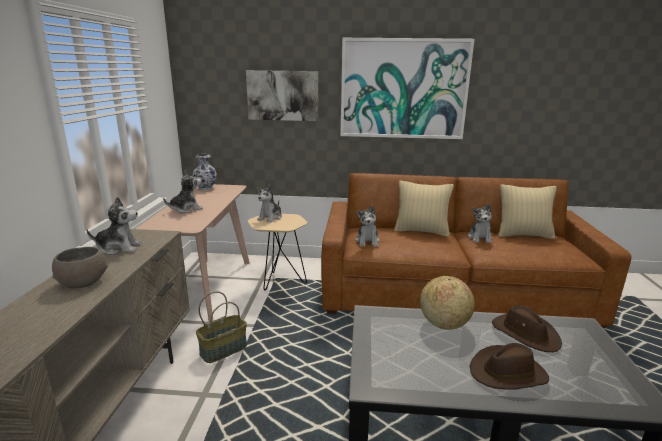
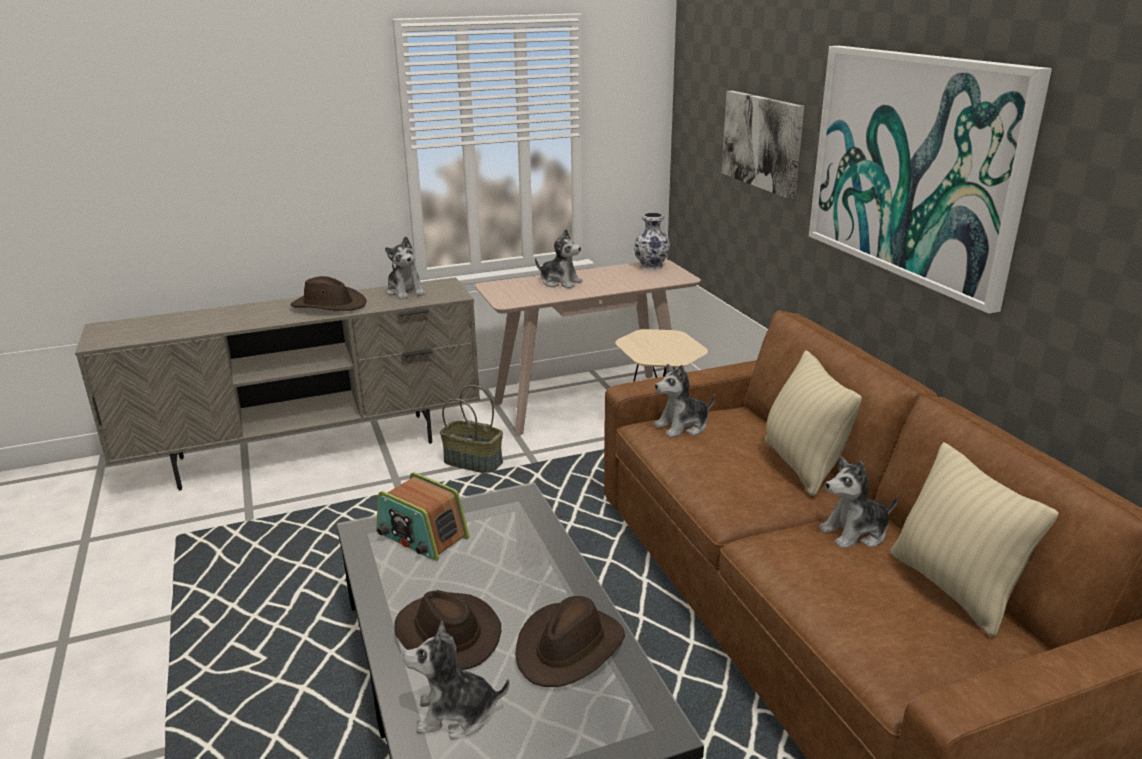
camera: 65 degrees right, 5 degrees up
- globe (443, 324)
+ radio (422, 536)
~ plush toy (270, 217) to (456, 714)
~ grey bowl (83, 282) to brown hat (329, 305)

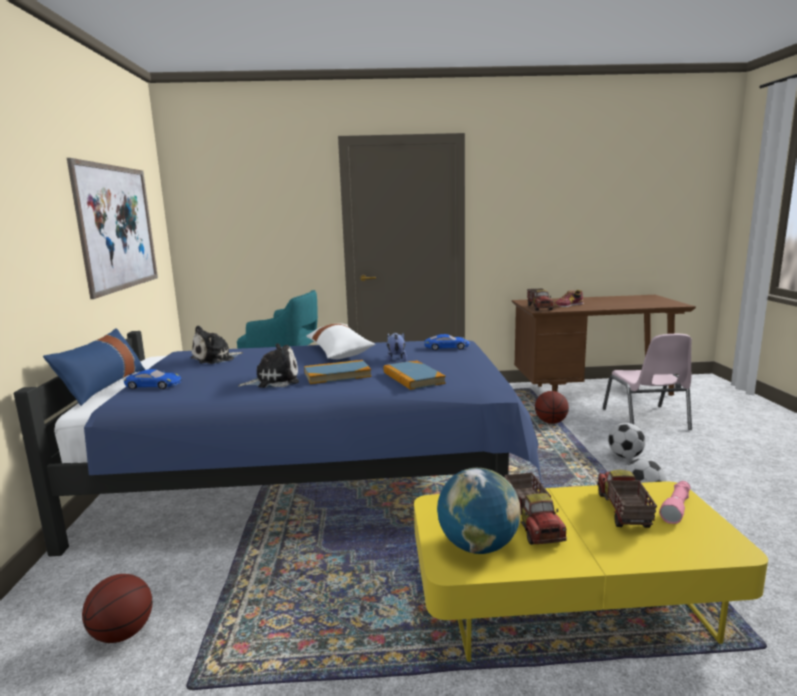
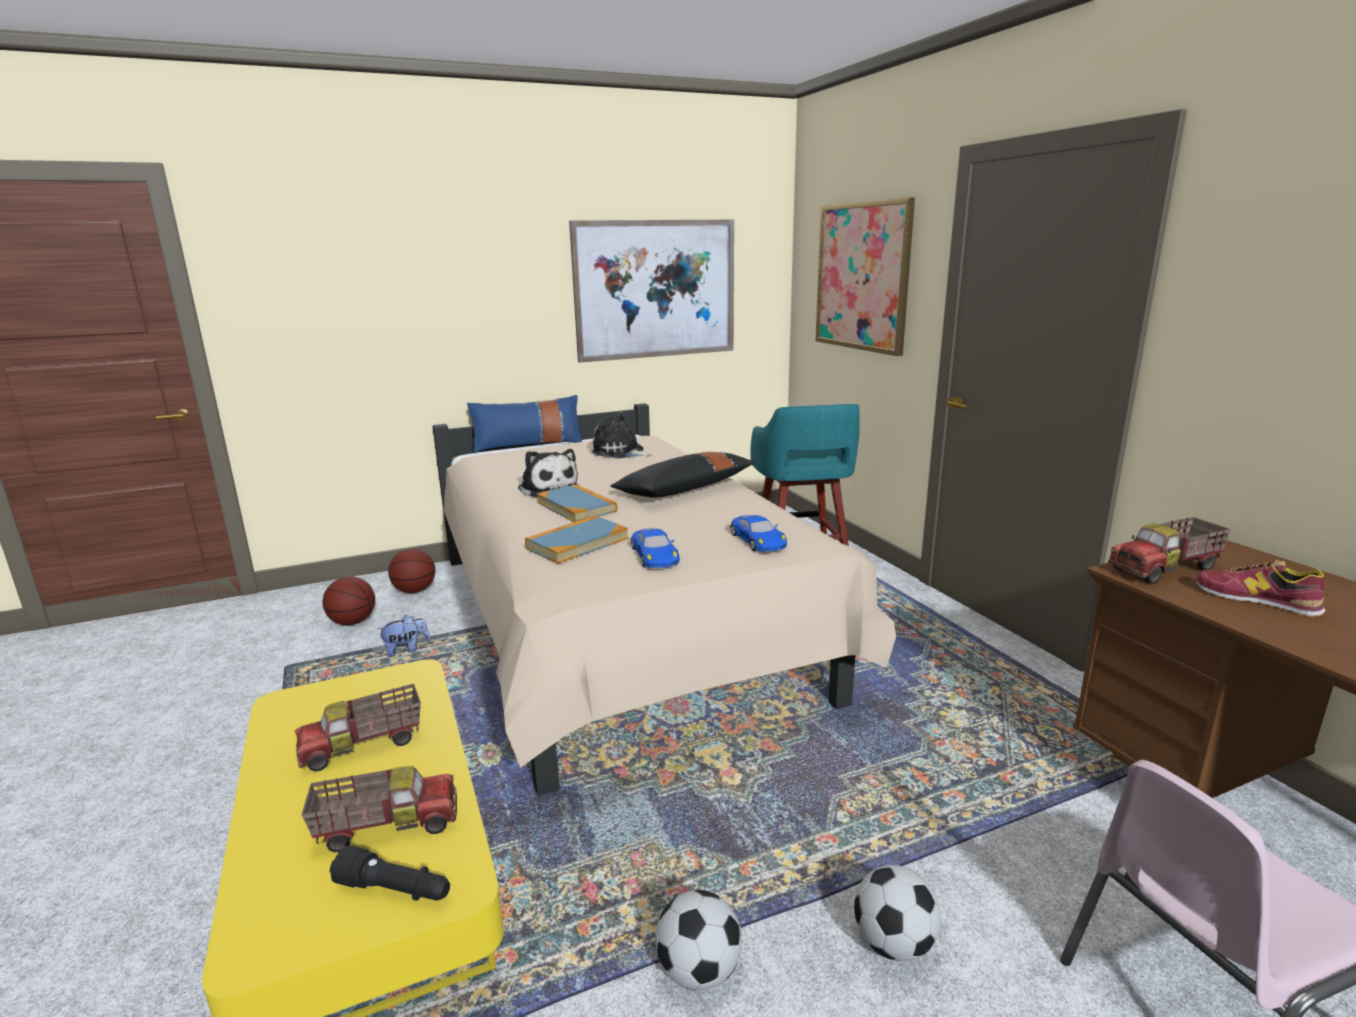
camera: 70 degrees right, 5 degrees up
- globe (478, 546)
+ picture (862, 277)
~ blue toy car (153, 385) to (654, 555)
~ plush toy (396, 360) to (406, 650)
~ basketball (551, 422) to (415, 591)
~ blue bed (313, 480) to beige bed (617, 628)
~ white pillow (338, 351) to black pillow (685, 489)
~ pink flashlight (676, 508) to black flashlight (395, 890)

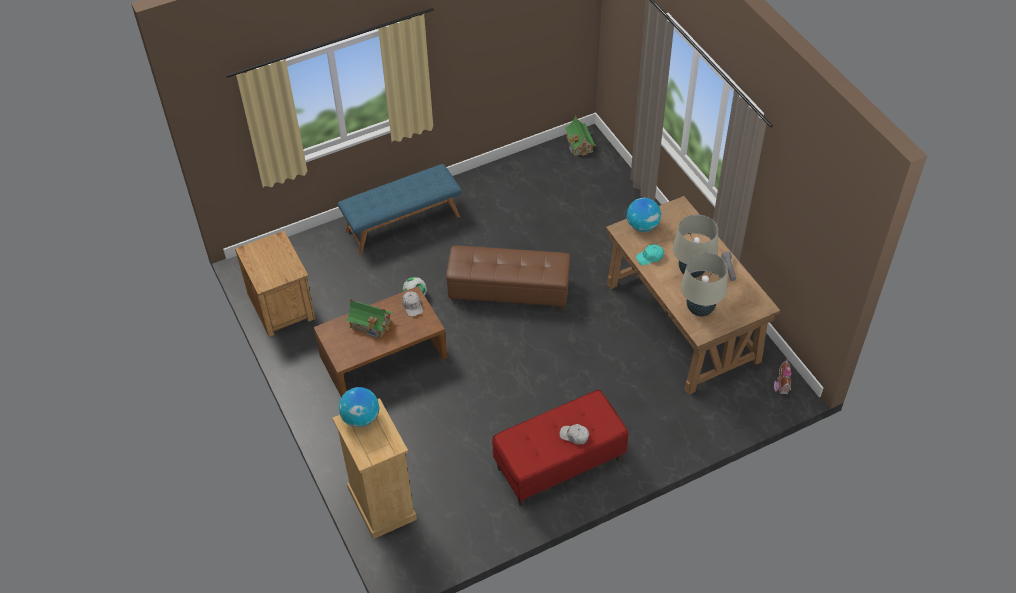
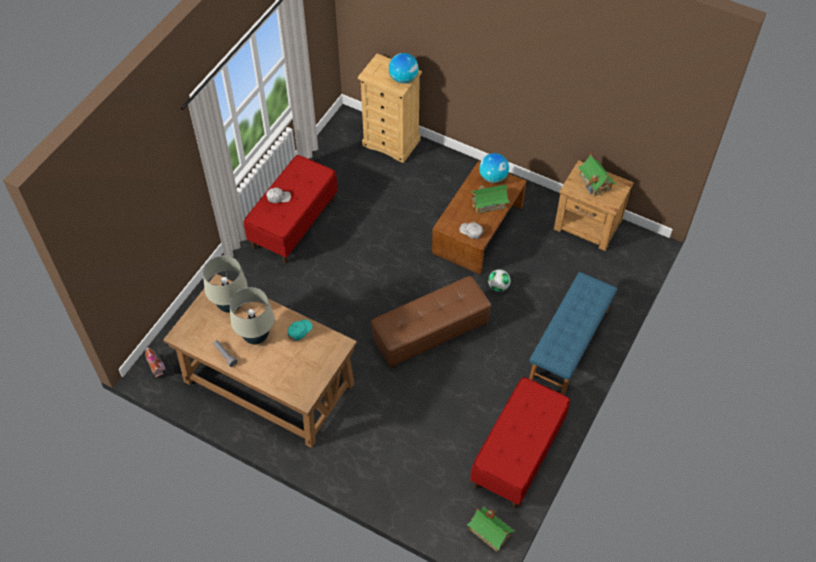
camera: 145 degrees right, 5 degrees up
+ red bench (518, 454)
+ toy house (595, 182)
~ globe (642, 226) to (493, 177)

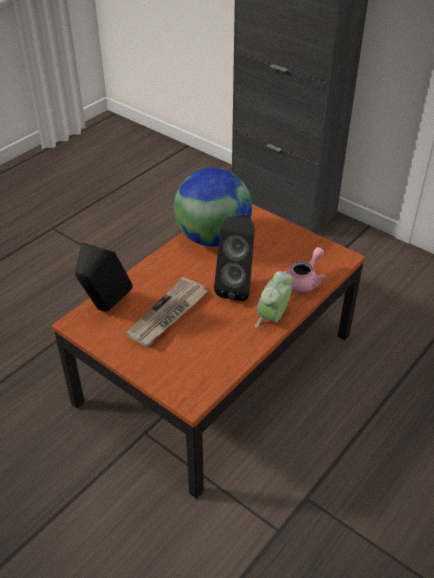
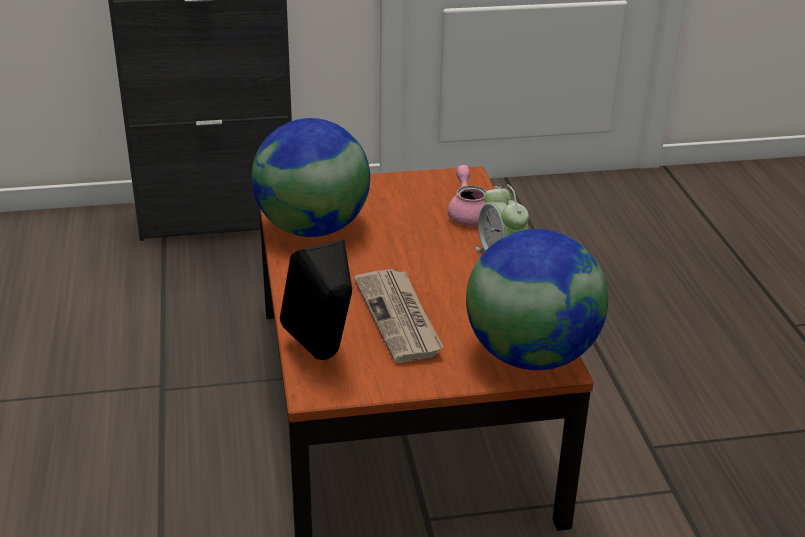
camera: 50 degrees left, 10 degrees down
- black speaker (236, 286)
+ globe (531, 356)

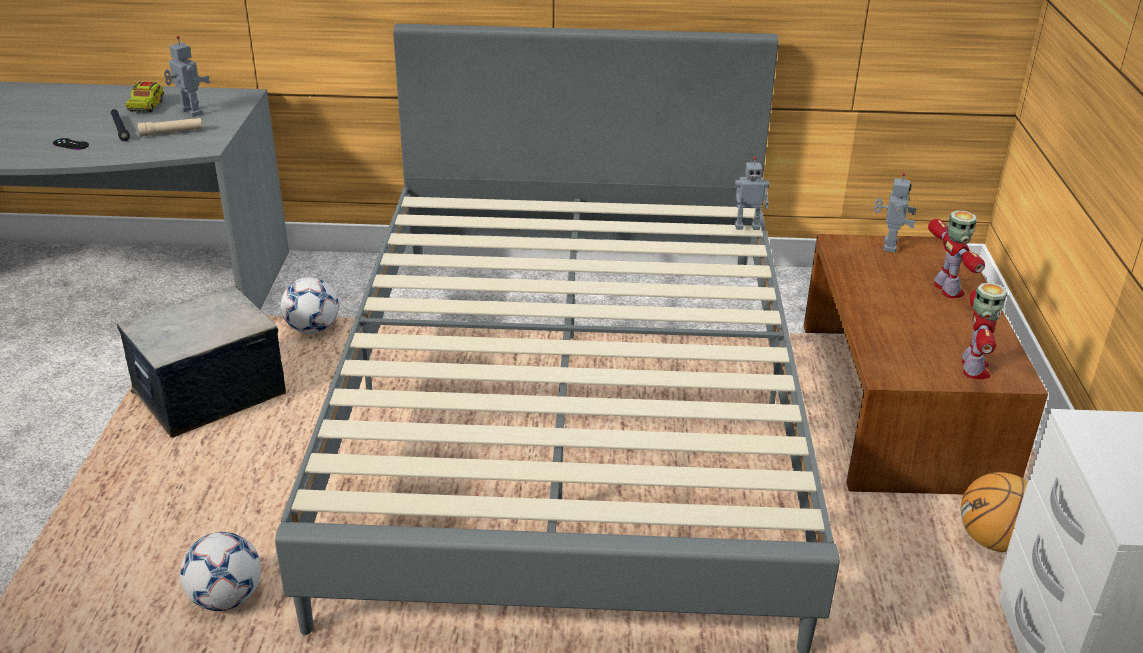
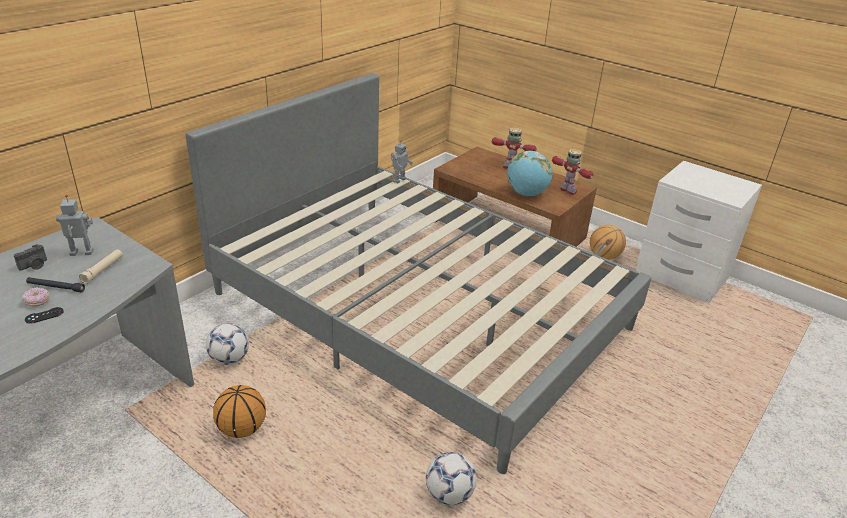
camera: 55 degrees left, 0 degrees up
- toy robot (888, 246)
+ donut (37, 301)
+ globe (526, 194)
~ storage box (209, 393) to basketball (241, 429)
~ toy truck (146, 106) to photo camera (34, 266)

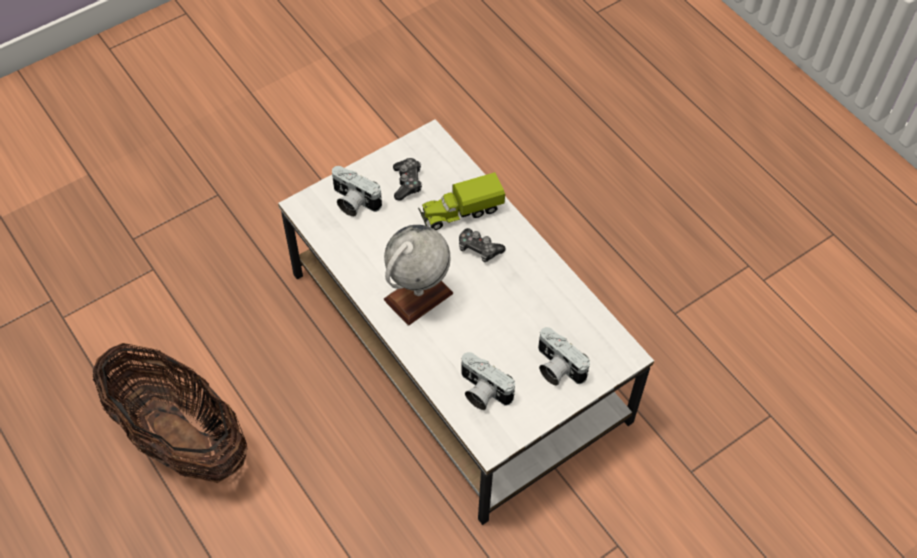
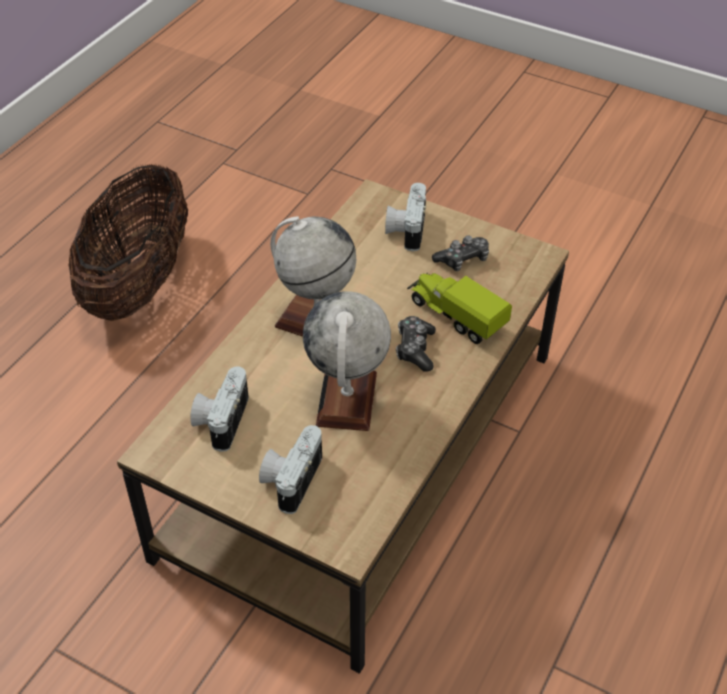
camera: 65 degrees right, 10 degrees down
+ globe (347, 399)
~ white coffee table (459, 347) to brown coffee table (361, 455)

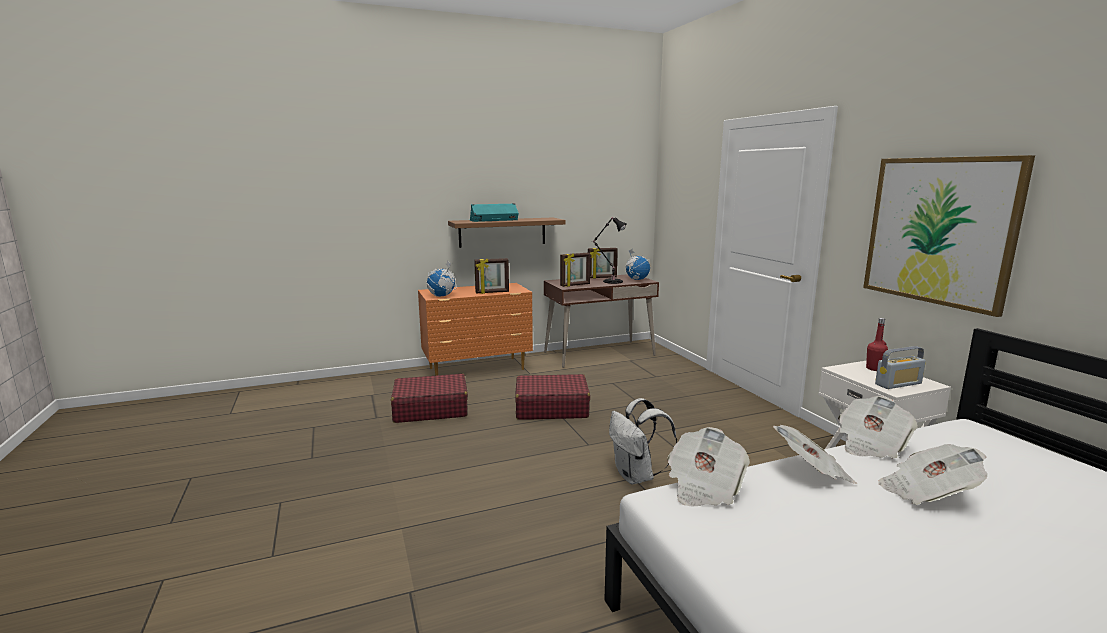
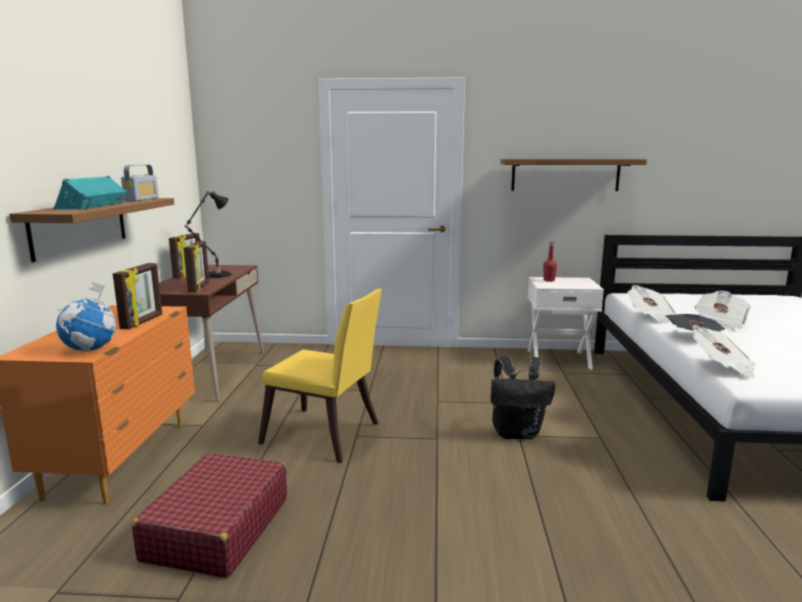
camera: 65 degrees left, 0 degrees up
- globe (636, 279)
~ radio (898, 384) to (141, 199)
~ red suitcase (551, 408) to yellow chair (326, 436)
~ picture (939, 231) to brown shelf (565, 175)
~ white backpack (636, 476) to black backpack (517, 433)

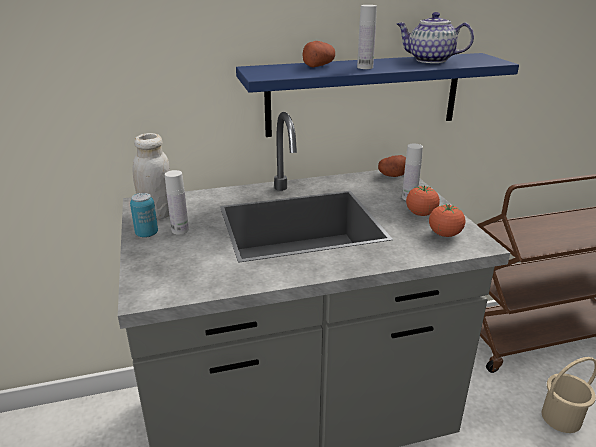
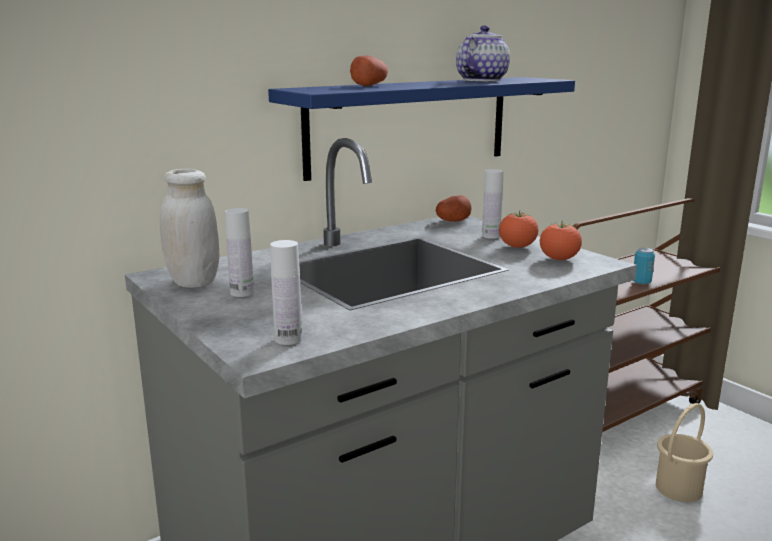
camera: 20 degrees left, 10 degrees down
~ can (147, 234) to (641, 282)
~ white bottle (365, 67) to (288, 339)
~ teapot (429, 60) = (481, 80) 120 degrees clockwise

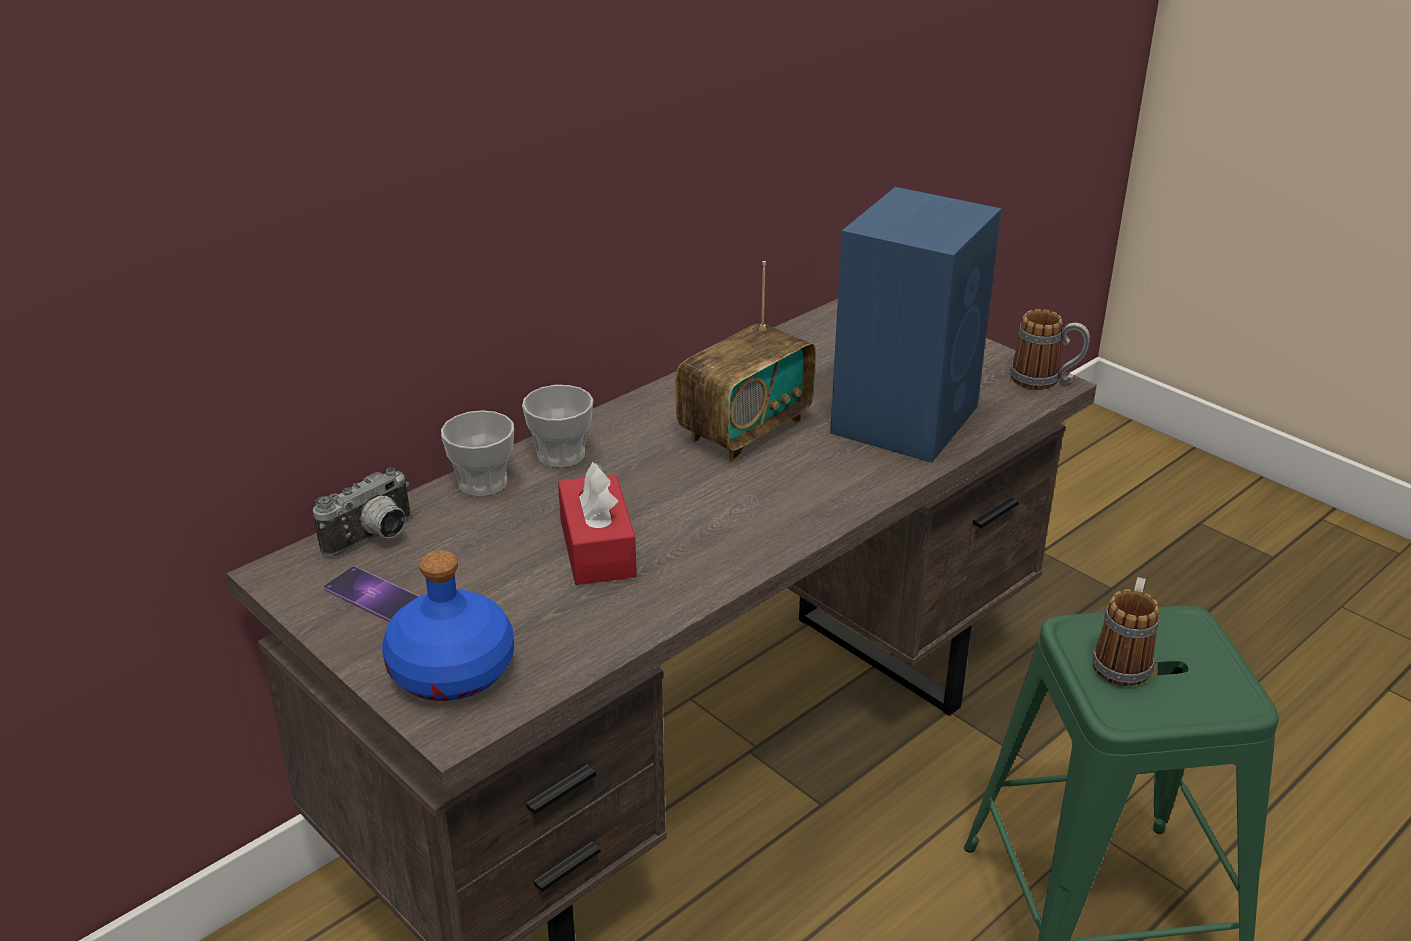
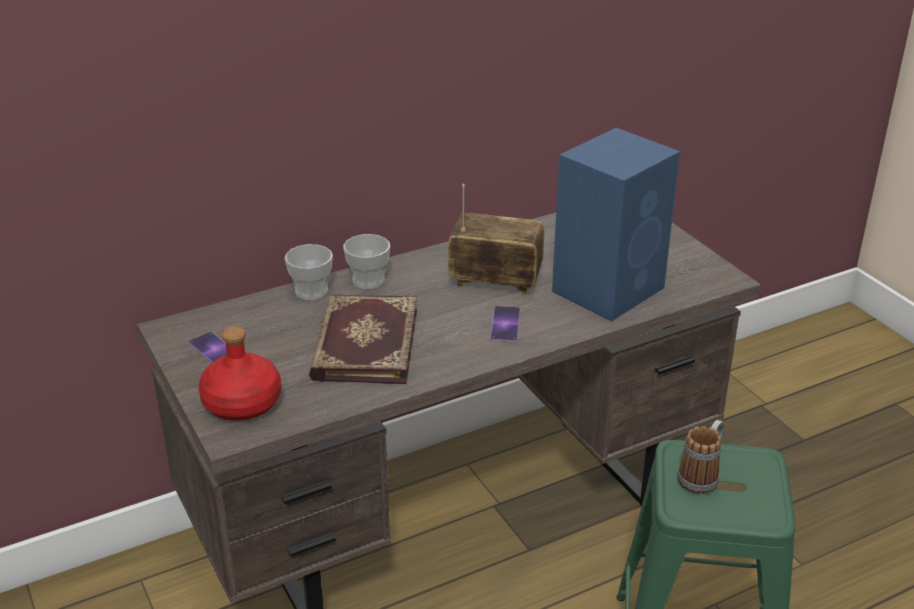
camera: 15 degrees right, 0 degrees up
- photo camera (374, 539)
- mug (1045, 381)
+ phone (505, 324)
~ red tissue box (597, 548) to book (363, 343)
~ blue bottle (451, 671) to red bottle (242, 404)
~ radio (745, 430) = (495, 281) 135 degrees counterclockwise

